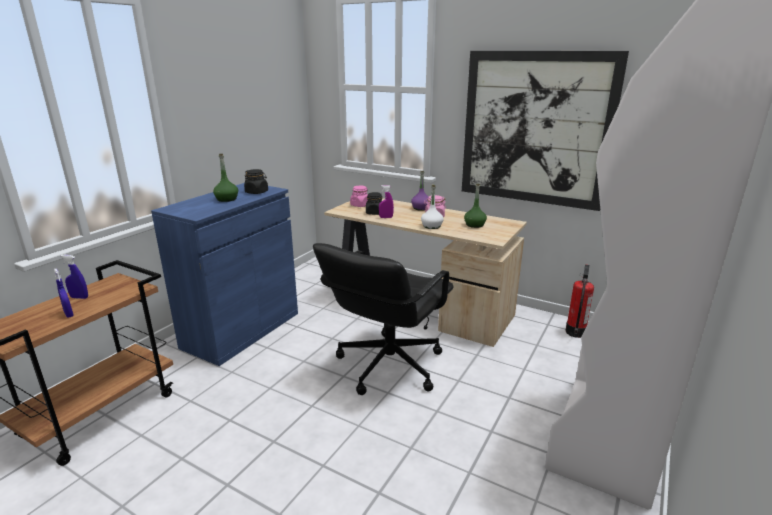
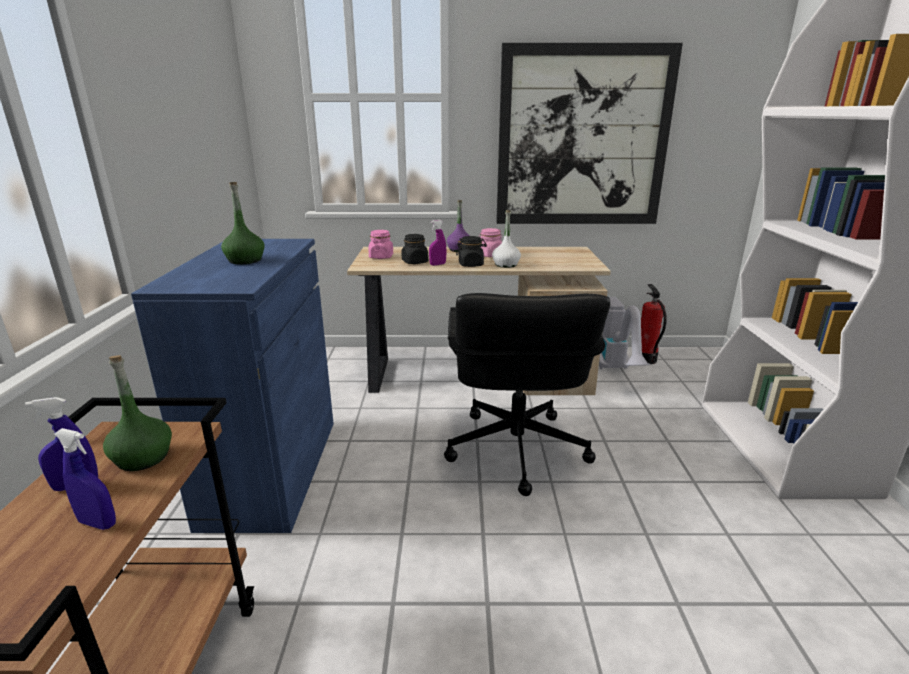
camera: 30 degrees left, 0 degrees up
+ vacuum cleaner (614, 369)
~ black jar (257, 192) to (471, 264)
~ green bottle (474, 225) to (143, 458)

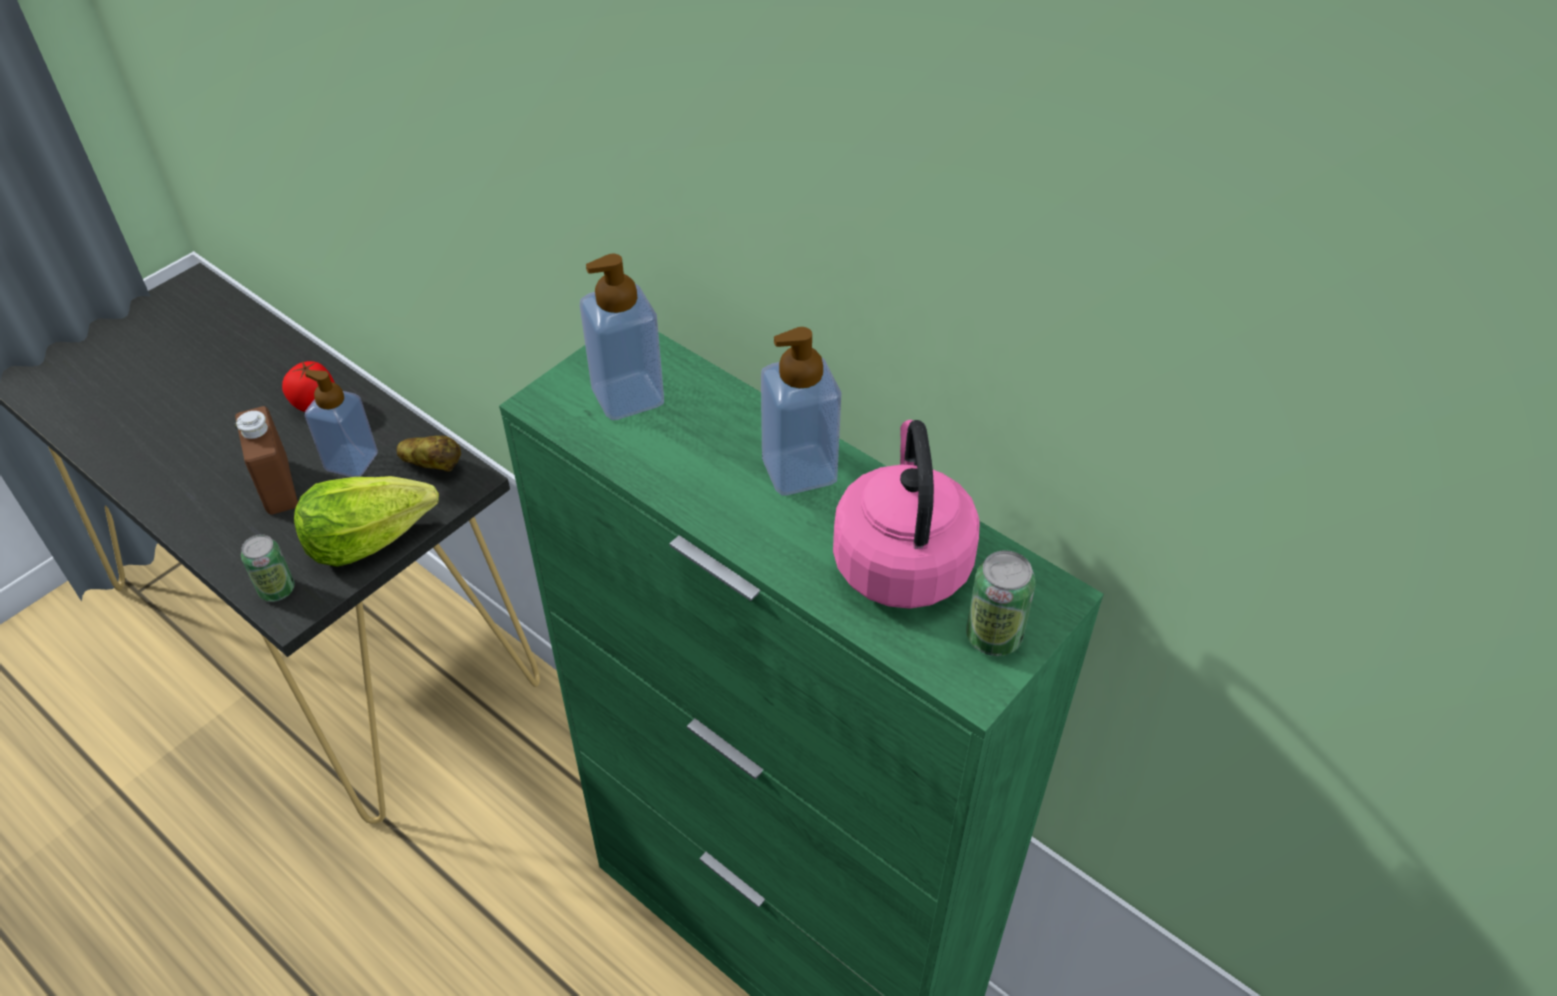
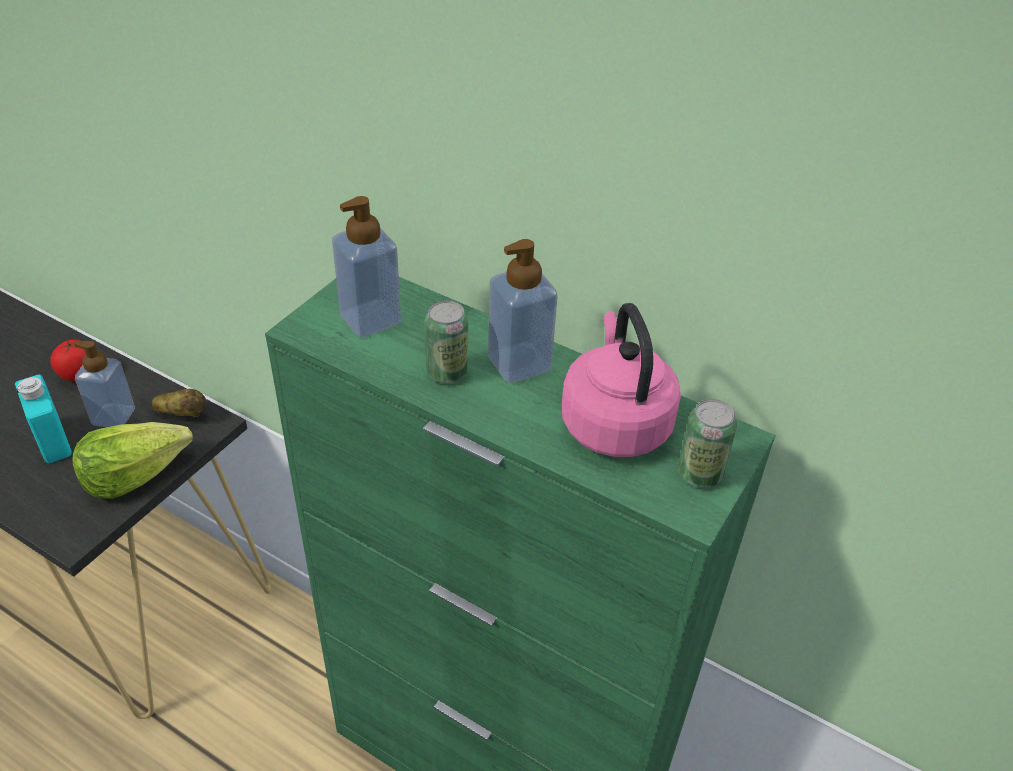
camera: 10 degrees left, 5 degrees down
~ can (277, 590) to (447, 372)
~ brown bottle (278, 486) to turquoise bottle (53, 441)

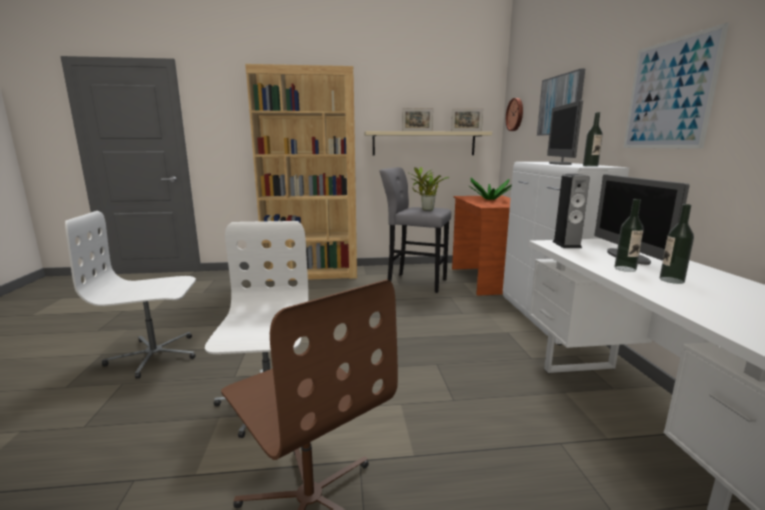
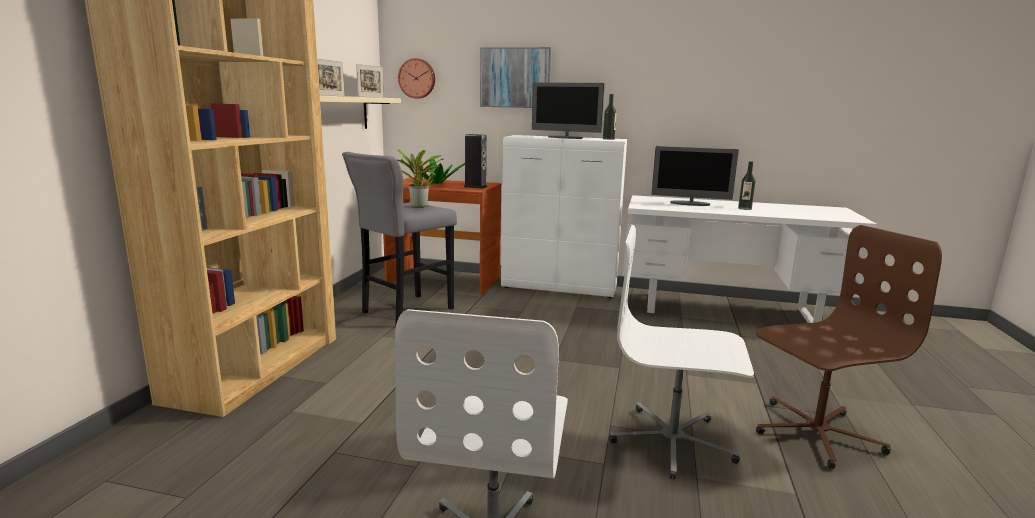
camera: 70 degrees left, 0 degrees up
- bottle (625, 269)
- picture (668, 95)
~ speaker (566, 244) to (475, 187)

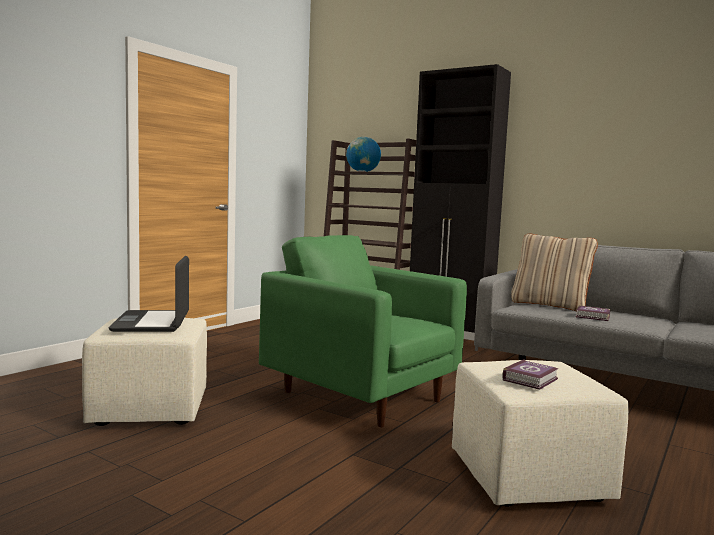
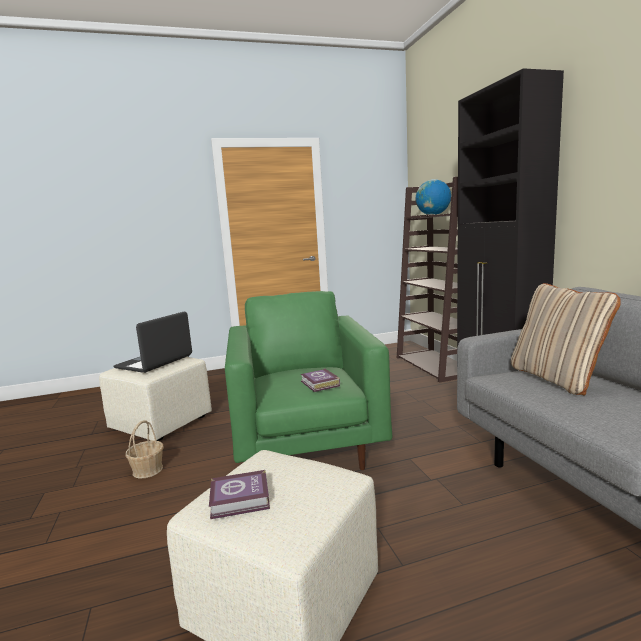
camera: 40 degrees right, 5 degrees up
+ basket (148, 470)
~ book (593, 317) to (319, 384)

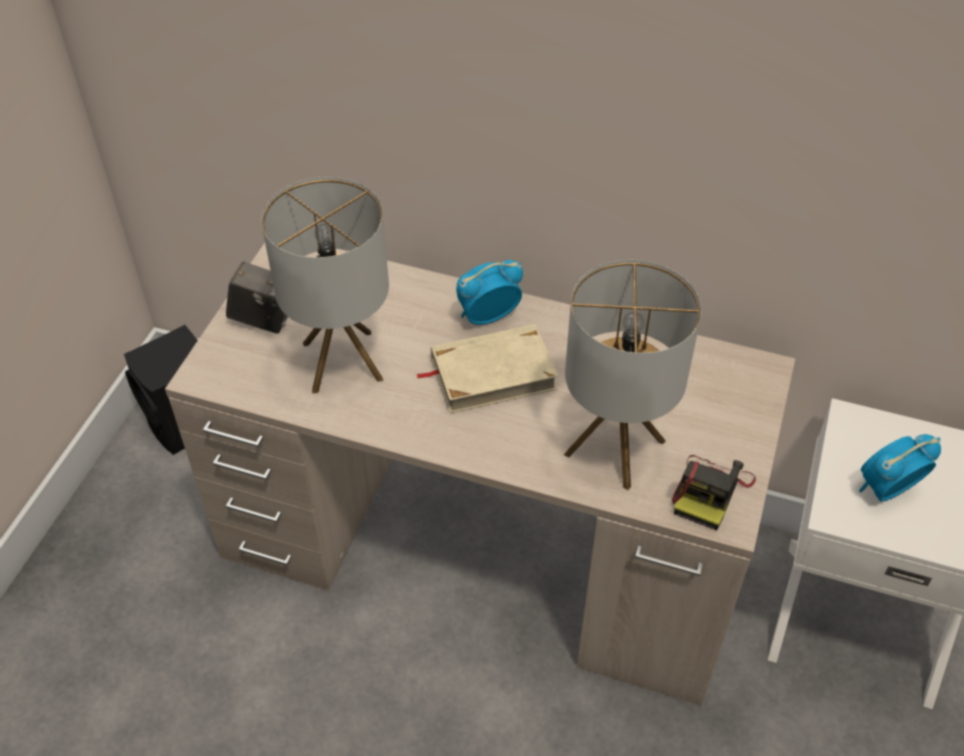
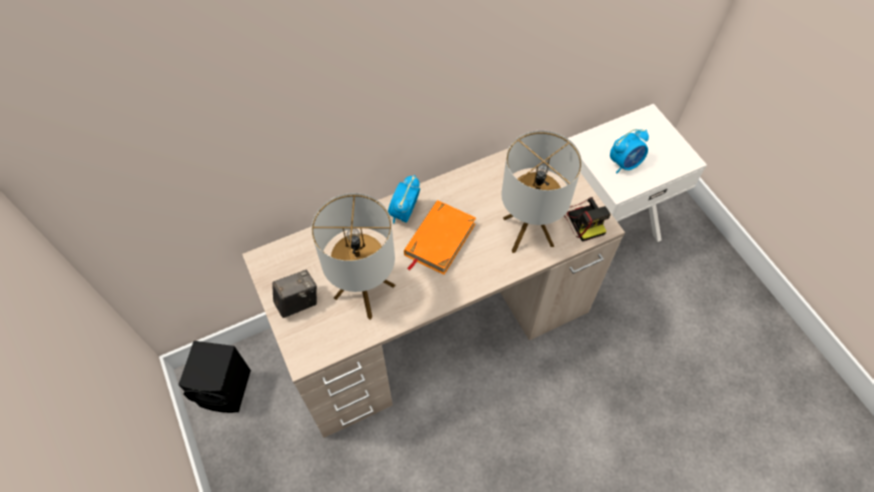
camera: 45 degrees left, 10 degrees up
~ beige book (492, 373) to orange book (439, 239)
~ alarm clock (886, 489) = (625, 164) 135 degrees counterclockwise

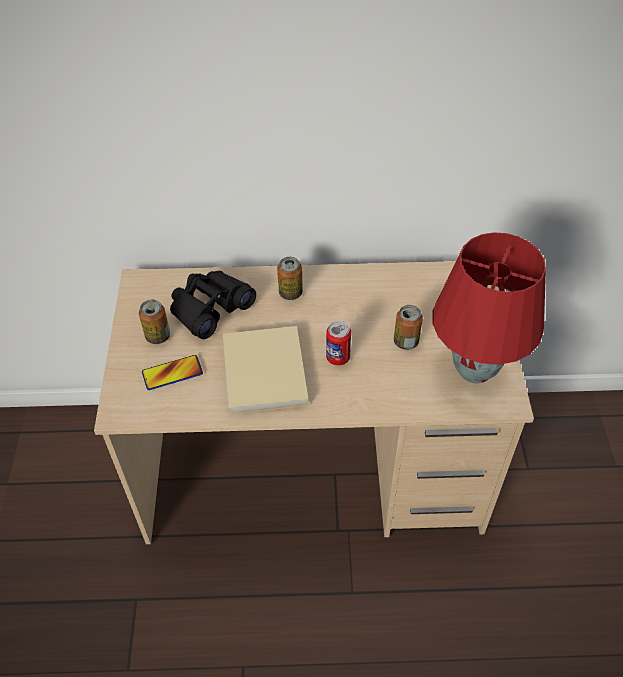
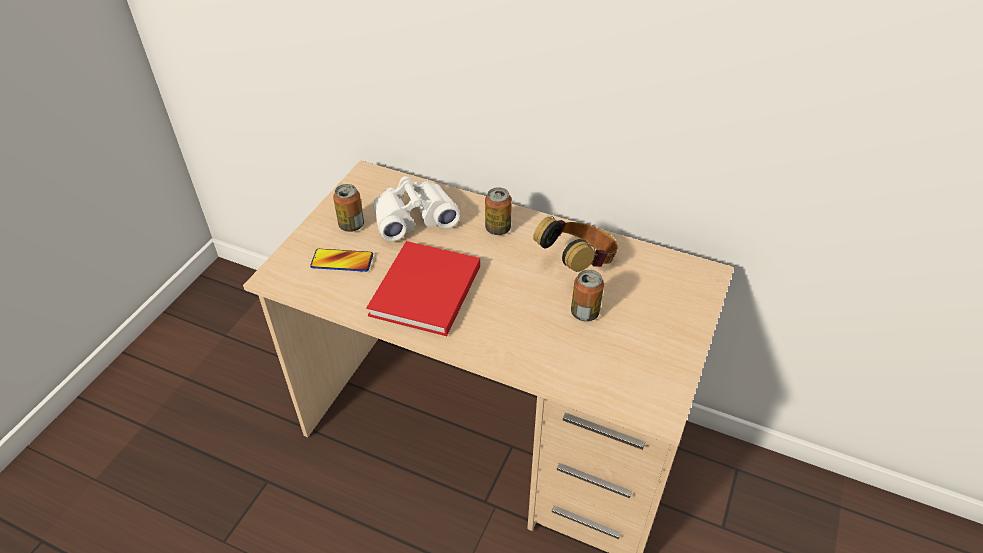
camera: 25 degrees right, 5 degrees down
- can (338, 357)
- red table lamp (476, 371)
+ headphones (578, 263)
~ black binoculars (210, 308) to white binoculars (414, 217)
~ beige book (265, 374) to red book (424, 293)

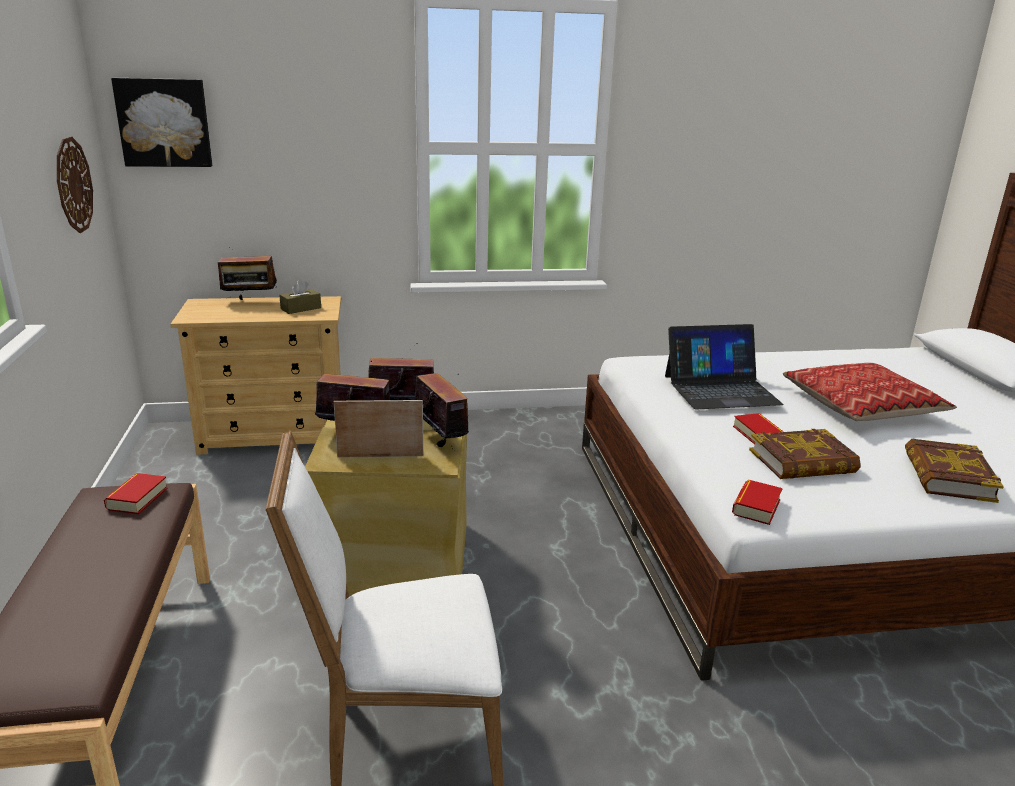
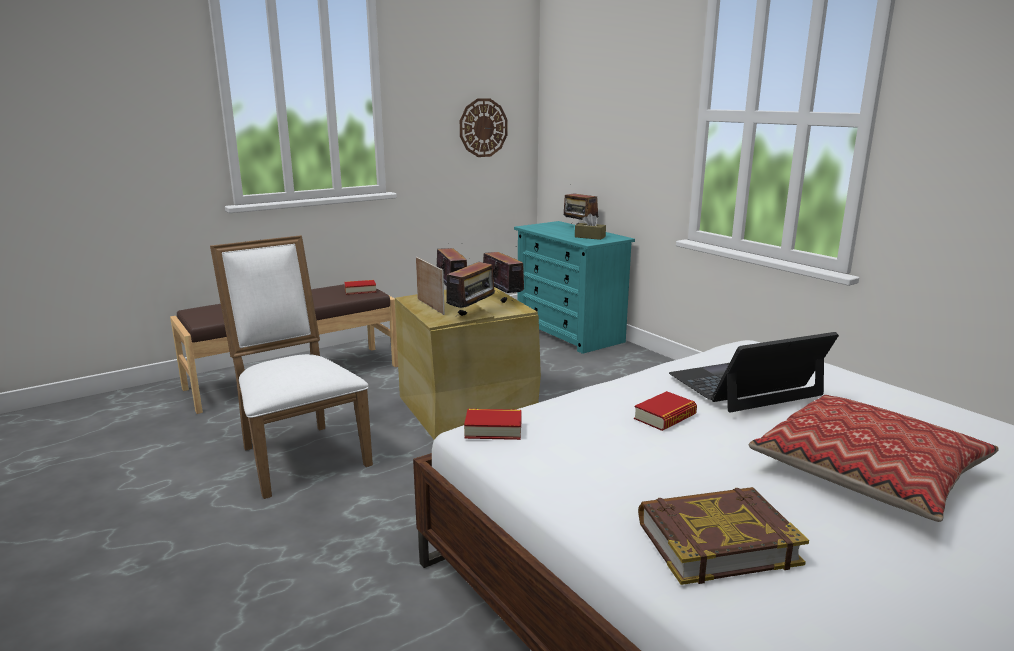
camera: 65 degrees right, 5 degrees down
- picture (164, 122)
- book (802, 462)
~ beige dresser (274, 435) to turquoise dresser (569, 333)
~ laptop (721, 390) = (745, 385) 105 degrees clockwise

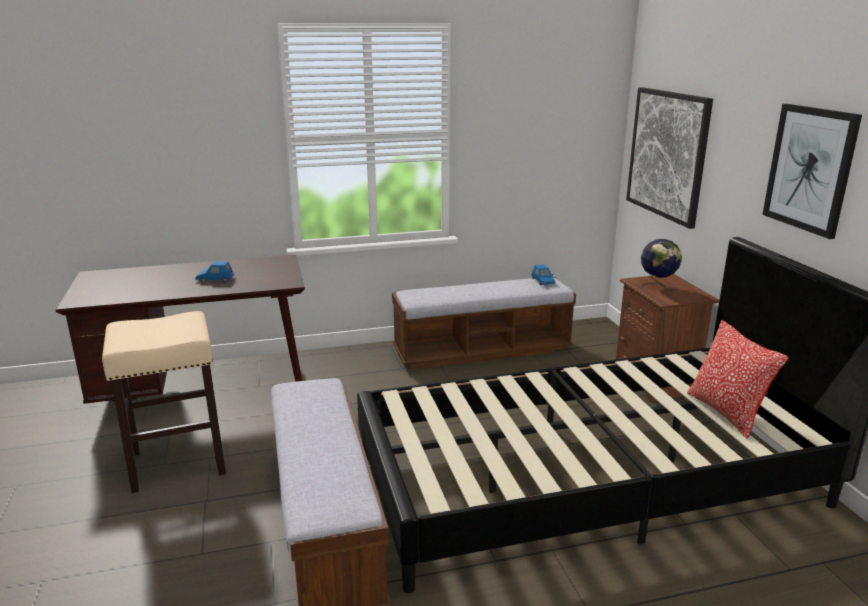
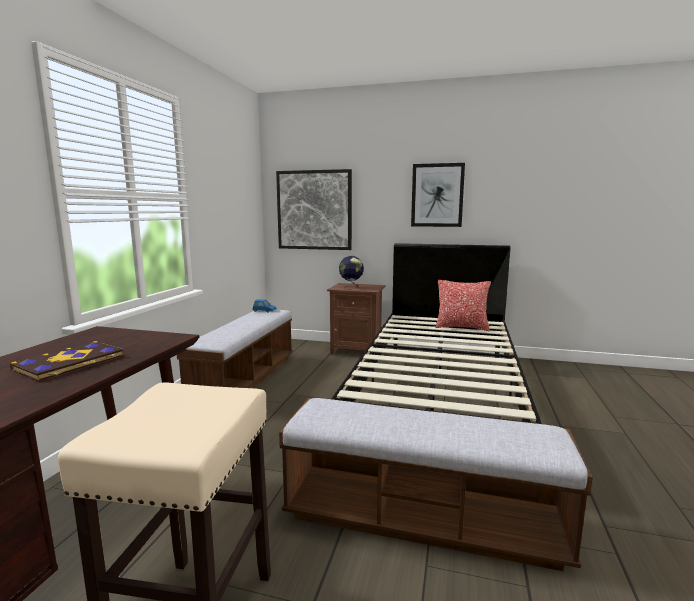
camera: 60 degrees left, 10 degrees down
~ blue toy car (215, 279) to book (71, 363)

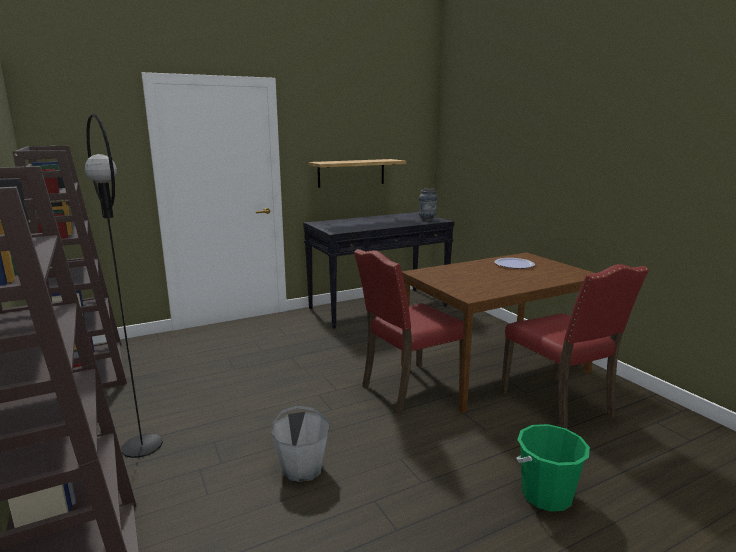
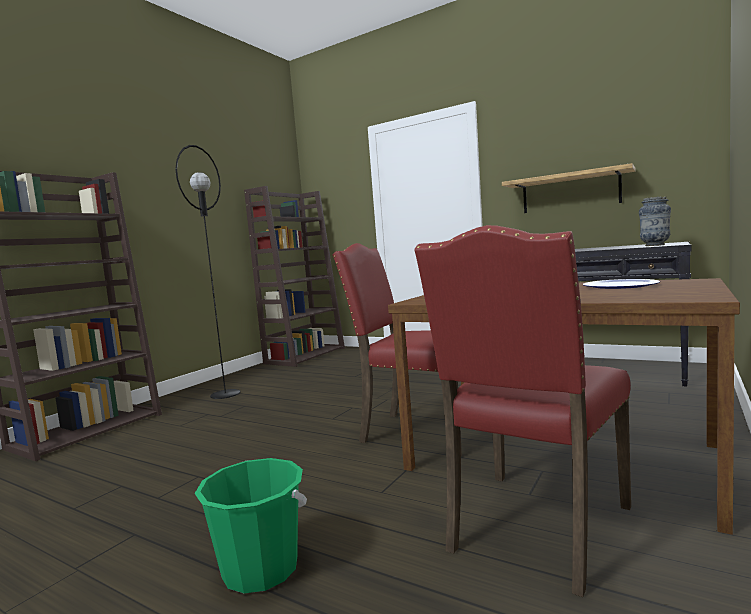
camera: 60 degrees right, 10 degrees down
- grey bucket (302, 468)

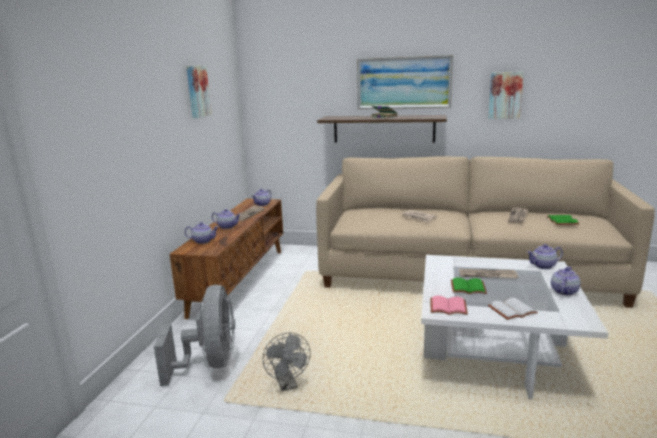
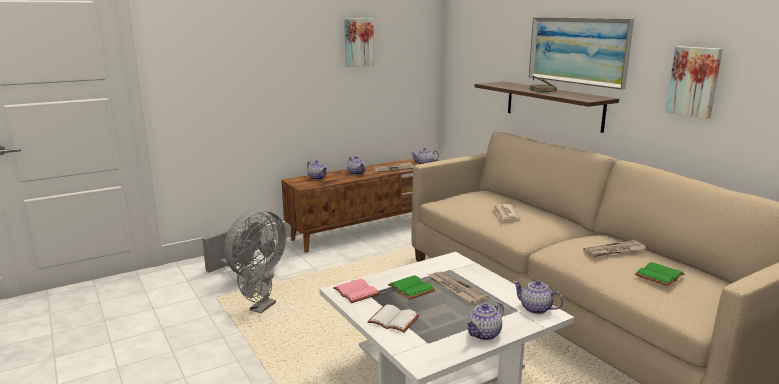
camera: 45 degrees right, 0 degrees up
~ teapot (563, 291) = (484, 334) 150 degrees clockwise

